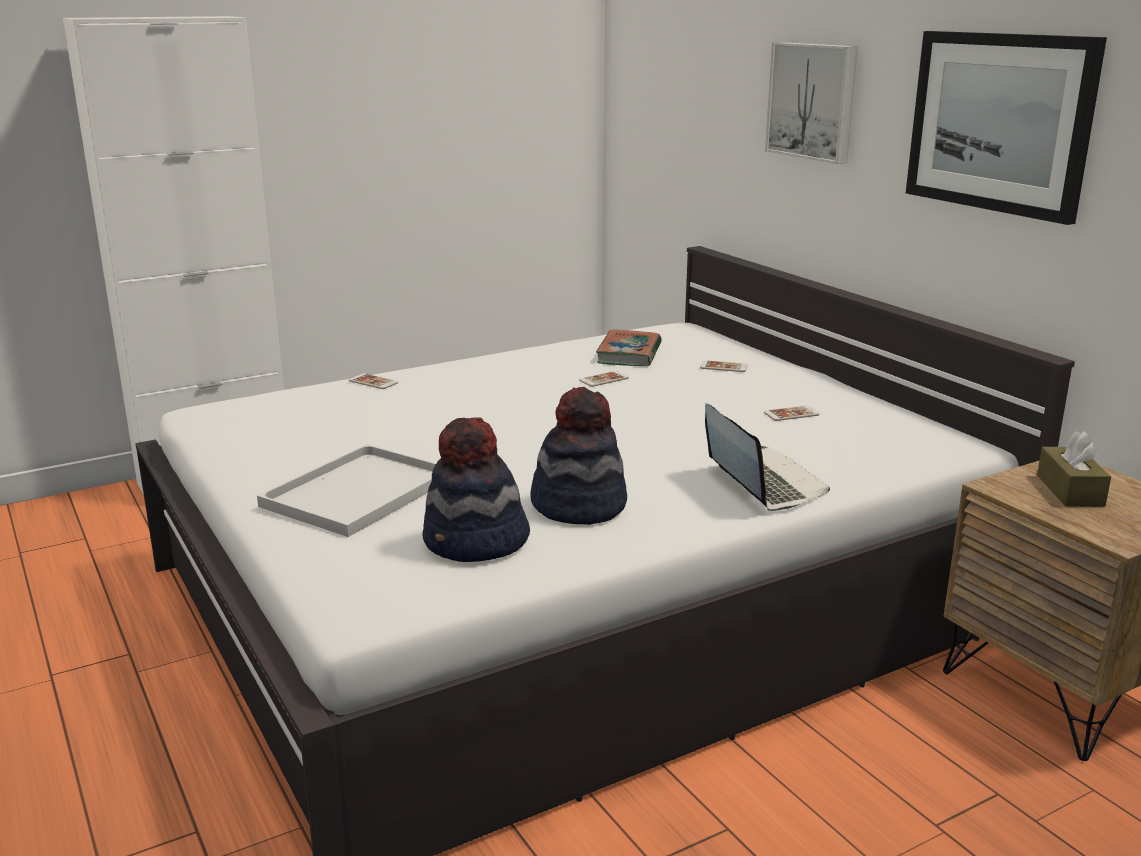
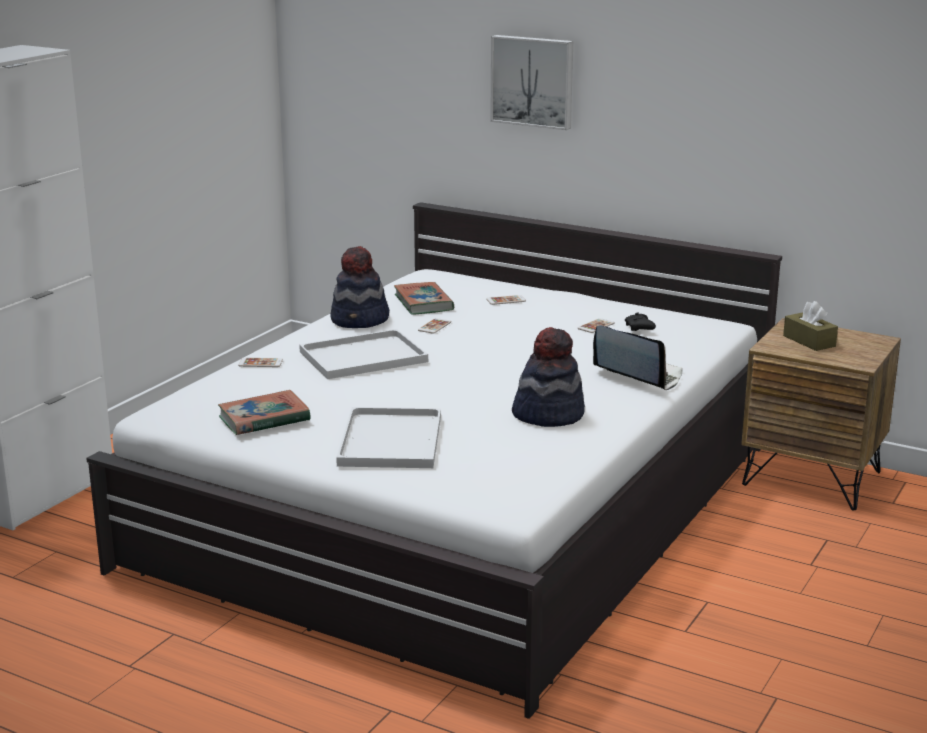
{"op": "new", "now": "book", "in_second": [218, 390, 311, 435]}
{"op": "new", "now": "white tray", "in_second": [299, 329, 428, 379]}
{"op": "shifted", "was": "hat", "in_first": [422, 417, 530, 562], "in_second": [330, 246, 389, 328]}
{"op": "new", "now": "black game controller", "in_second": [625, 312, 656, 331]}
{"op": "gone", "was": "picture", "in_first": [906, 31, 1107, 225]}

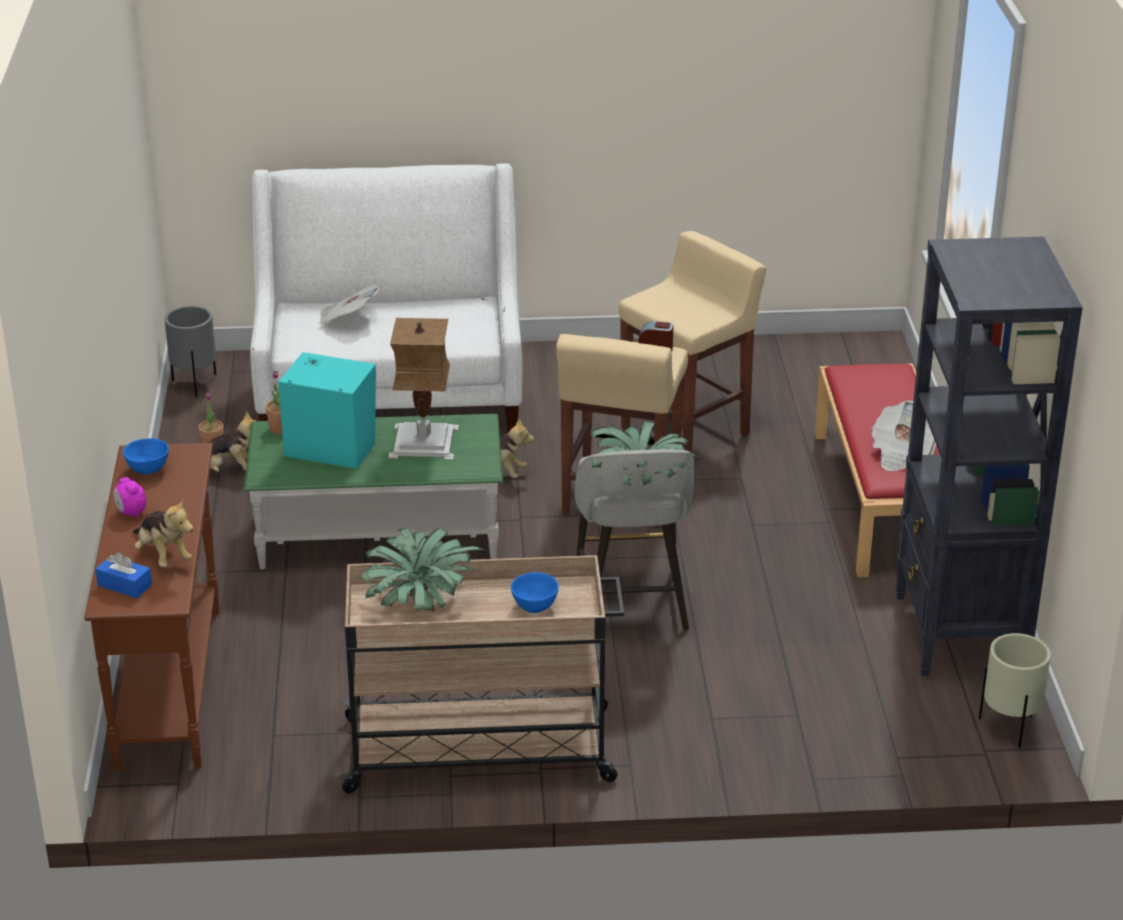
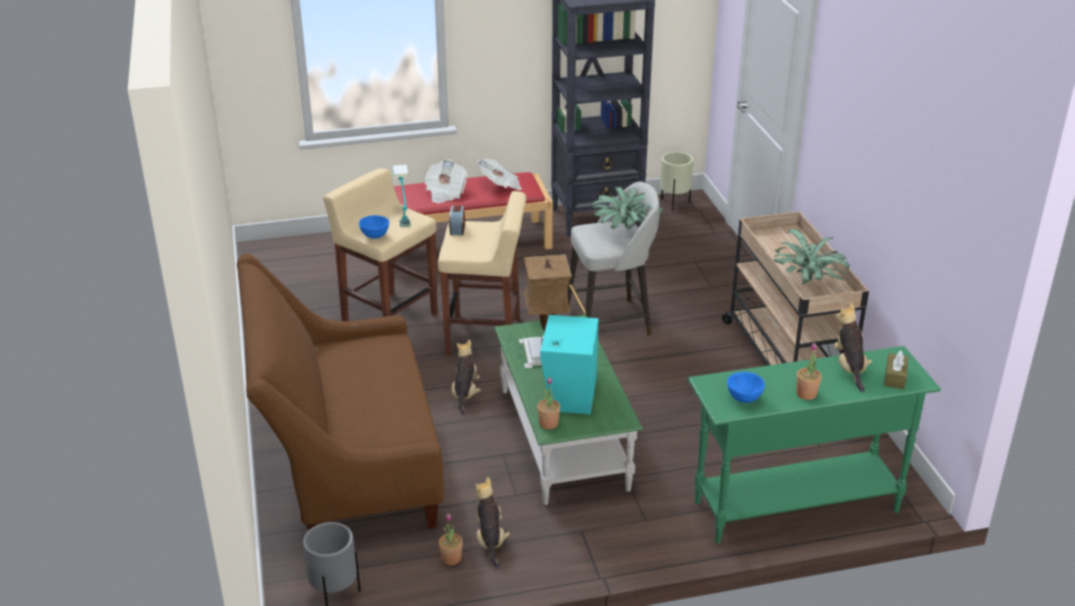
{"op": "repainted", "was": "white sofa", "now": "brown sofa", "in_first": [250, 163, 522, 433], "in_second": [237, 254, 444, 531]}
{"op": "shifted", "was": "blue bowl", "in_first": [511, 572, 559, 613], "in_second": [359, 215, 389, 239]}
{"op": "new", "now": "table lamp", "in_second": [392, 165, 411, 227]}
{"op": "shifted", "was": "newspaper", "in_first": [319, 284, 379, 324], "in_second": [424, 159, 468, 203]}
{"op": "repainted", "was": "brown console table", "now": "green console table", "in_first": [84, 443, 219, 771], "in_second": [688, 346, 941, 544]}
{"op": "swapped", "was": "alarm clock", "now": "potted plant", "in_first": [113, 477, 146, 518], "in_second": [796, 343, 822, 400]}
{"op": "rotated", "was": "plush toy", "in_first": [133, 498, 193, 567], "in_second": [834, 303, 872, 392], "clockwise": -45}
{"op": "repainted", "was": "blue tissue box", "now": "brown tissue box", "in_first": [95, 552, 152, 598], "in_second": [884, 350, 908, 389]}

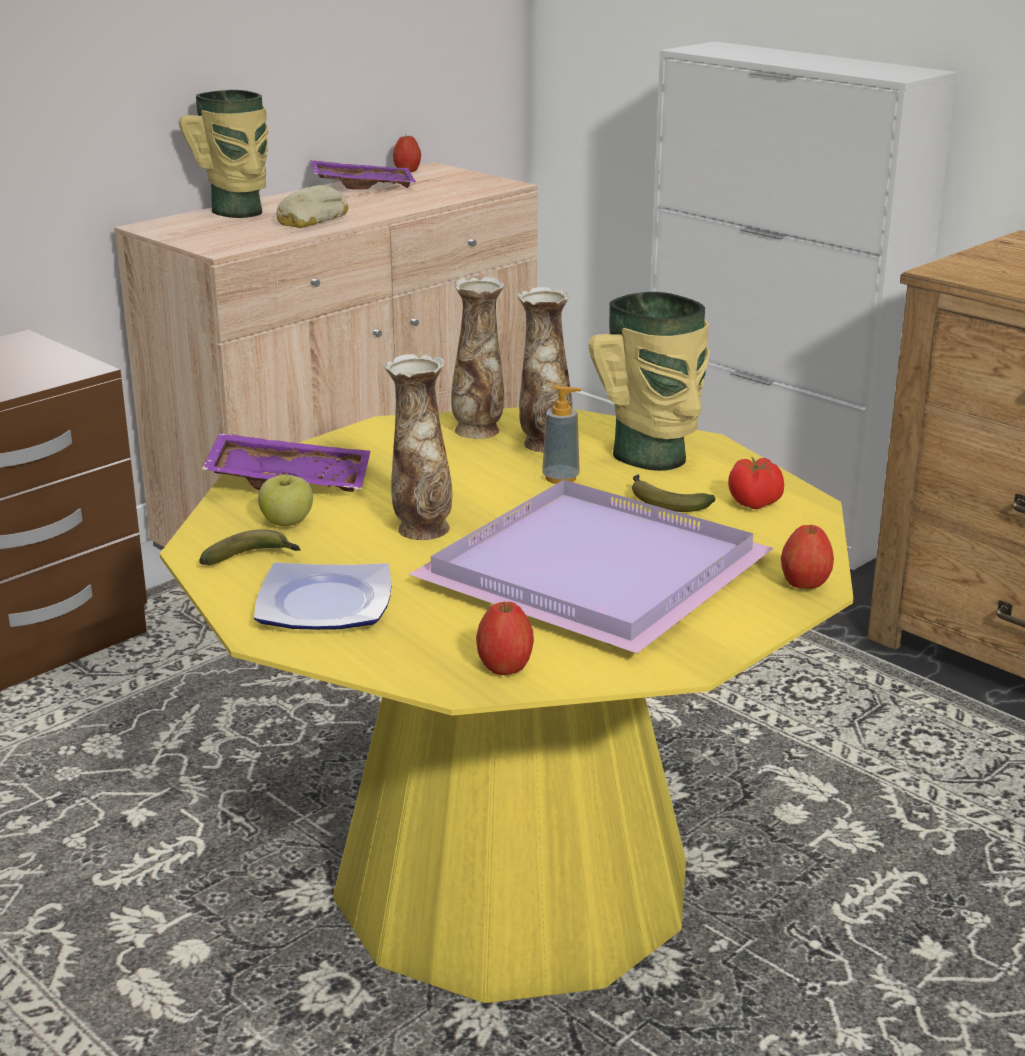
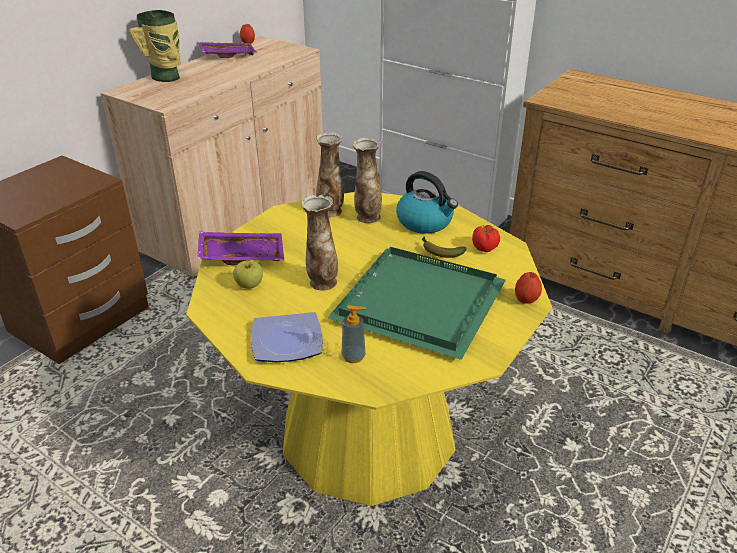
{"op": "repainted", "was": "purple tray", "now": "green tray", "in_first": [408, 480, 773, 653], "in_second": [327, 247, 506, 360]}
{"op": "shifted", "was": "soap dispenser", "in_first": [542, 385, 582, 484], "in_second": [342, 305, 366, 363]}
{"op": "swapped", "was": "vase", "now": "kettle", "in_first": [588, 292, 710, 471], "in_second": [396, 171, 458, 234]}
{"op": "gone", "was": "banana", "in_first": [199, 529, 301, 565]}
{"op": "gone", "was": "bread", "in_first": [276, 185, 348, 228]}
{"op": "gone", "was": "apple", "in_first": [476, 602, 534, 675]}

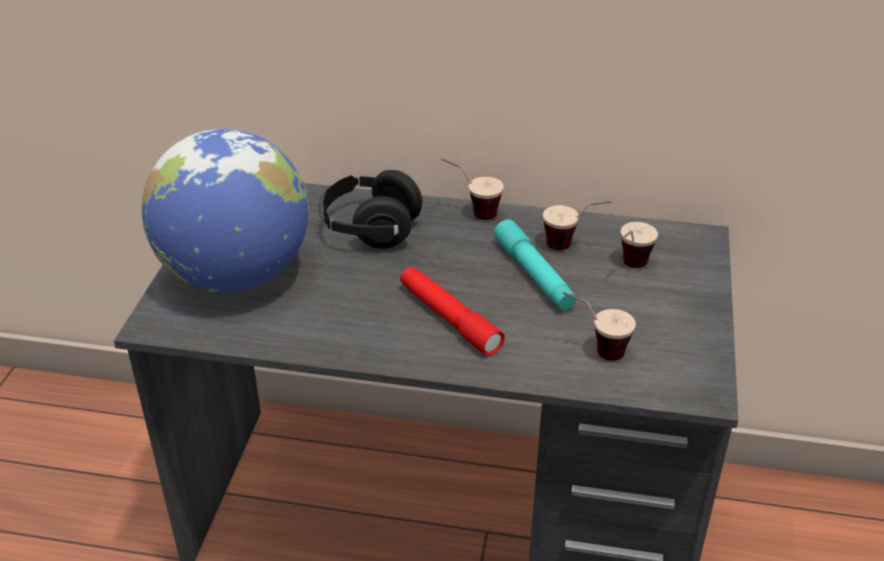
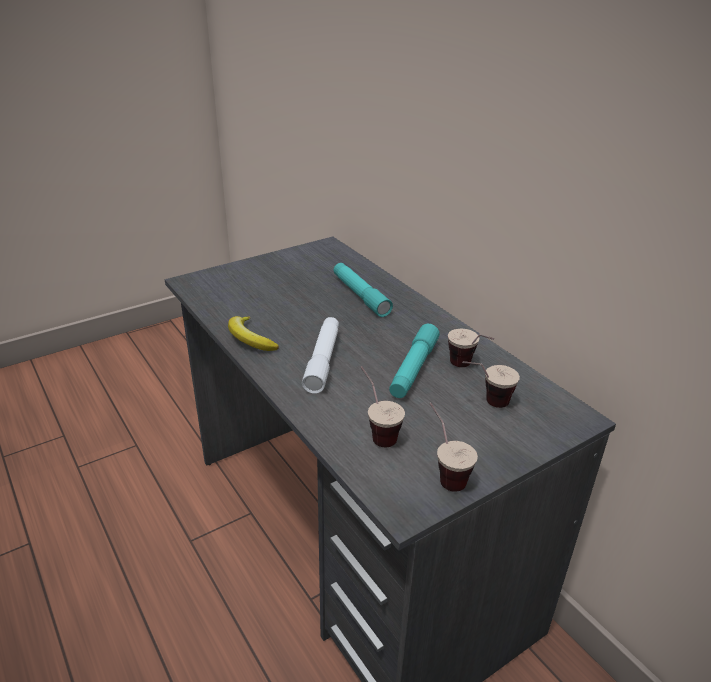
{"op": "new", "now": "banana", "in_second": [228, 316, 279, 351]}
{"op": "repainted", "was": "red flashlight", "now": "white flashlight", "in_first": [400, 267, 505, 356], "in_second": [302, 317, 339, 394]}
{"op": "swapped", "was": "black headphones", "now": "turquoise flashlight", "in_first": [319, 170, 423, 249], "in_second": [334, 263, 393, 317]}
{"op": "shifted", "was": "cup", "in_first": [442, 158, 503, 220], "in_second": [429, 402, 478, 492]}
{"op": "gone", "was": "globe", "in_first": [141, 129, 309, 292]}

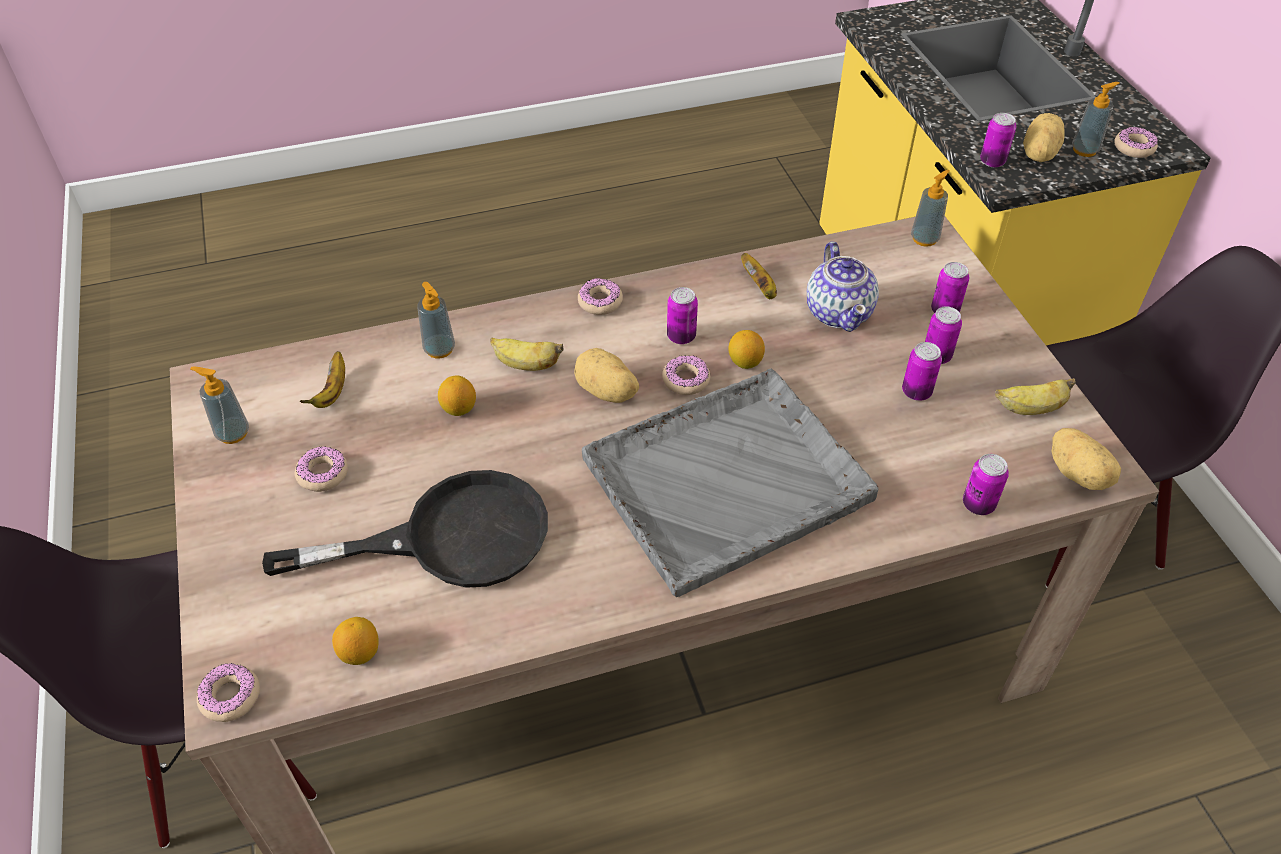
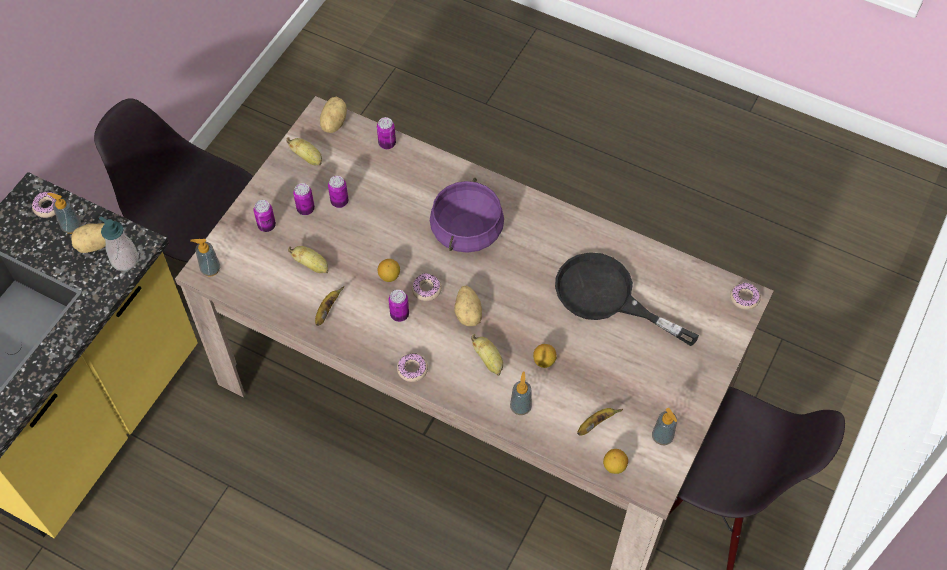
{"op": "swapped", "was": "can", "now": "soap dispenser", "in_first": [980, 113, 1016, 167], "in_second": [99, 216, 139, 271]}
{"op": "swapped", "was": "teapot", "now": "banana", "in_first": [807, 241, 879, 332], "in_second": [288, 246, 328, 273]}
{"op": "swapped", "was": "grey tray", "now": "purple cooking pot", "in_first": [582, 368, 878, 597], "in_second": [430, 178, 504, 253]}
{"op": "shifted", "was": "lemon", "in_first": [332, 617, 379, 665], "in_second": [603, 449, 628, 474]}
{"op": "gone", "was": "donut", "in_first": [295, 446, 348, 492]}

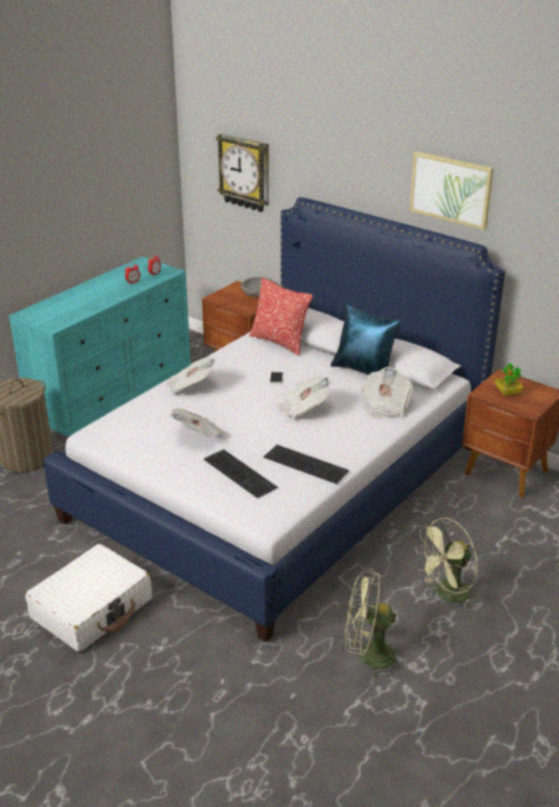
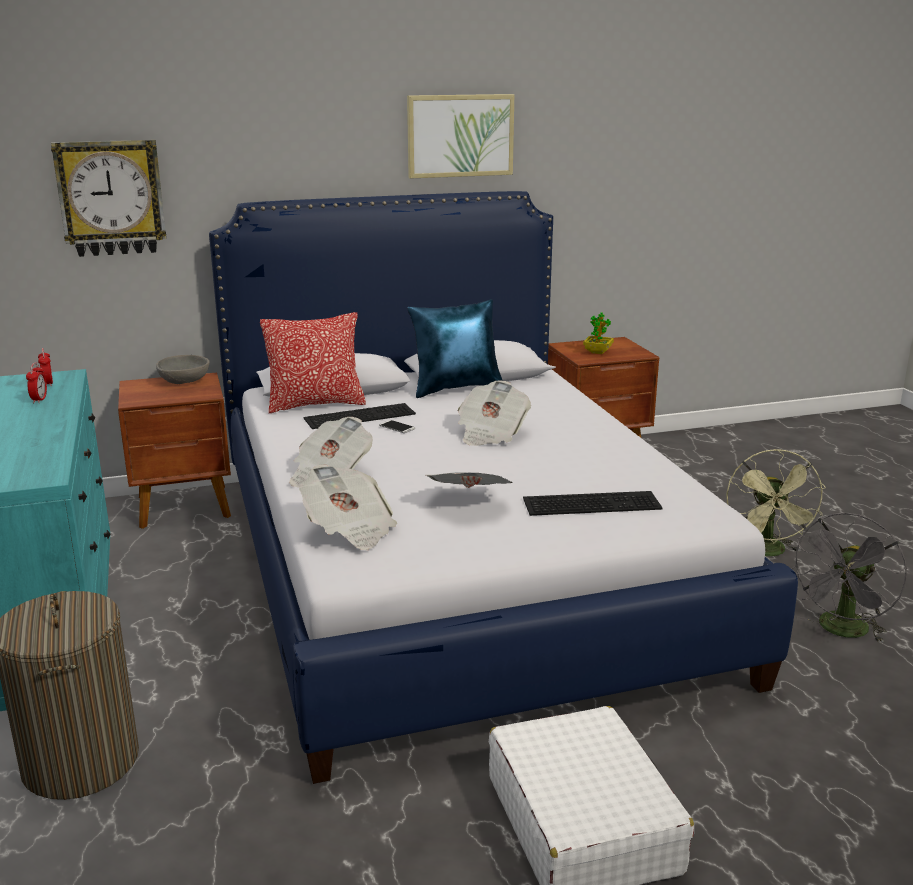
{"op": "shifted", "was": "newspaper", "in_first": [362, 367, 413, 419], "in_second": [299, 464, 397, 550]}
{"op": "shifted", "was": "keyboard", "in_first": [264, 445, 349, 484], "in_second": [304, 403, 416, 429]}
{"op": "repainted", "was": "green fan", "now": "grey fan", "in_first": [345, 571, 407, 679], "in_second": [791, 513, 907, 643]}

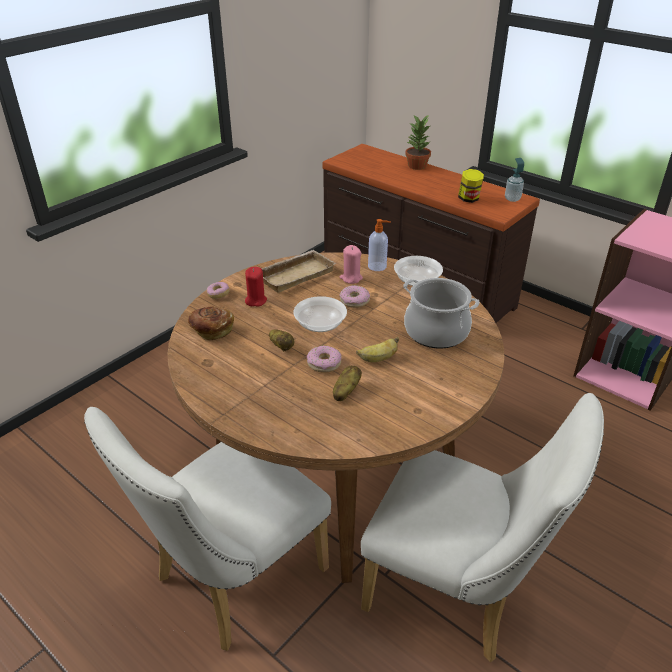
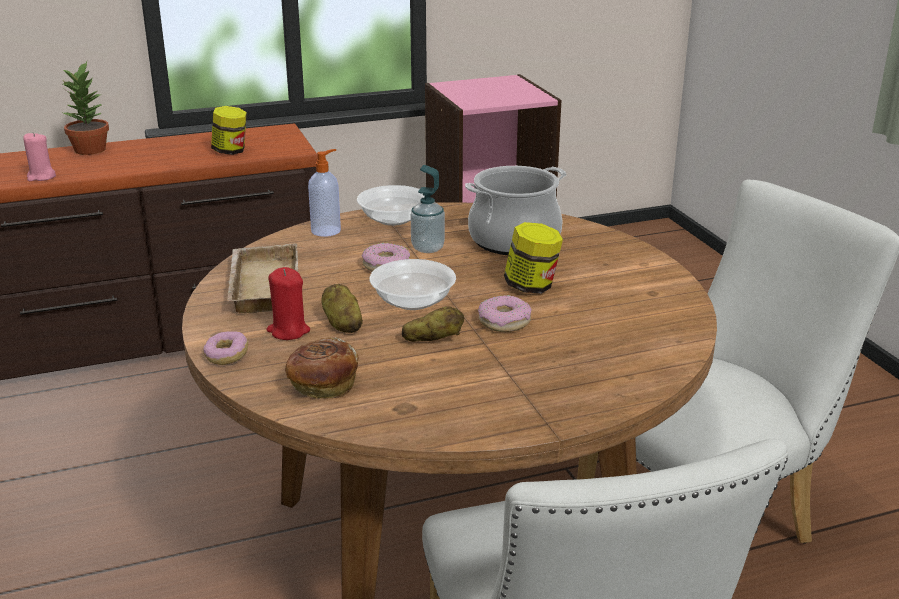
{"op": "shifted", "was": "pink candle", "in_first": [340, 245, 363, 284], "in_second": [23, 132, 56, 181]}
{"op": "shifted", "was": "potato", "in_first": [333, 366, 362, 401], "in_second": [321, 284, 363, 333]}
{"op": "shifted", "was": "soap dispenser", "in_first": [505, 158, 524, 202], "in_second": [411, 165, 445, 253]}
{"op": "swapped", "was": "banana", "now": "jar", "in_first": [356, 337, 399, 362], "in_second": [504, 222, 563, 294]}

